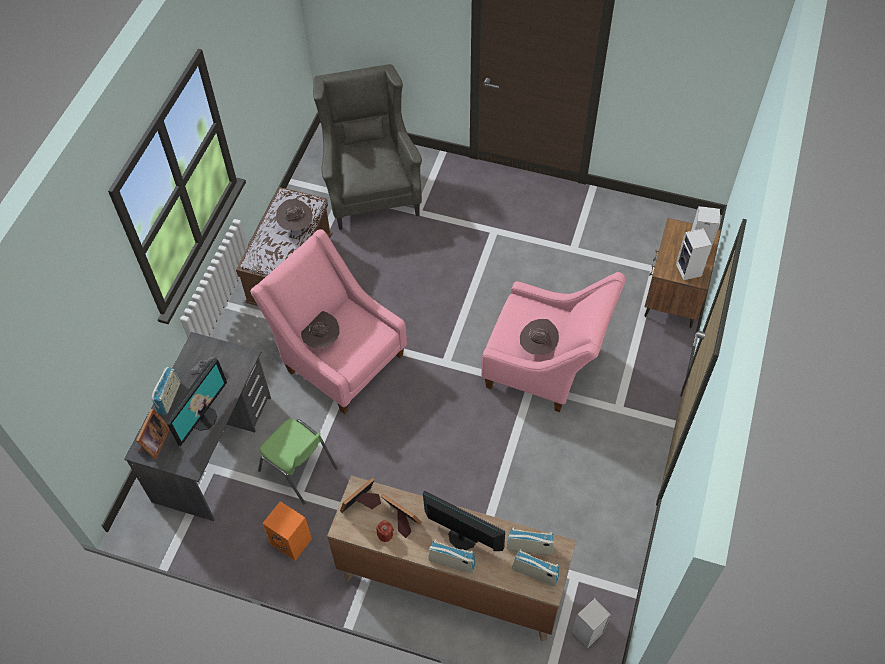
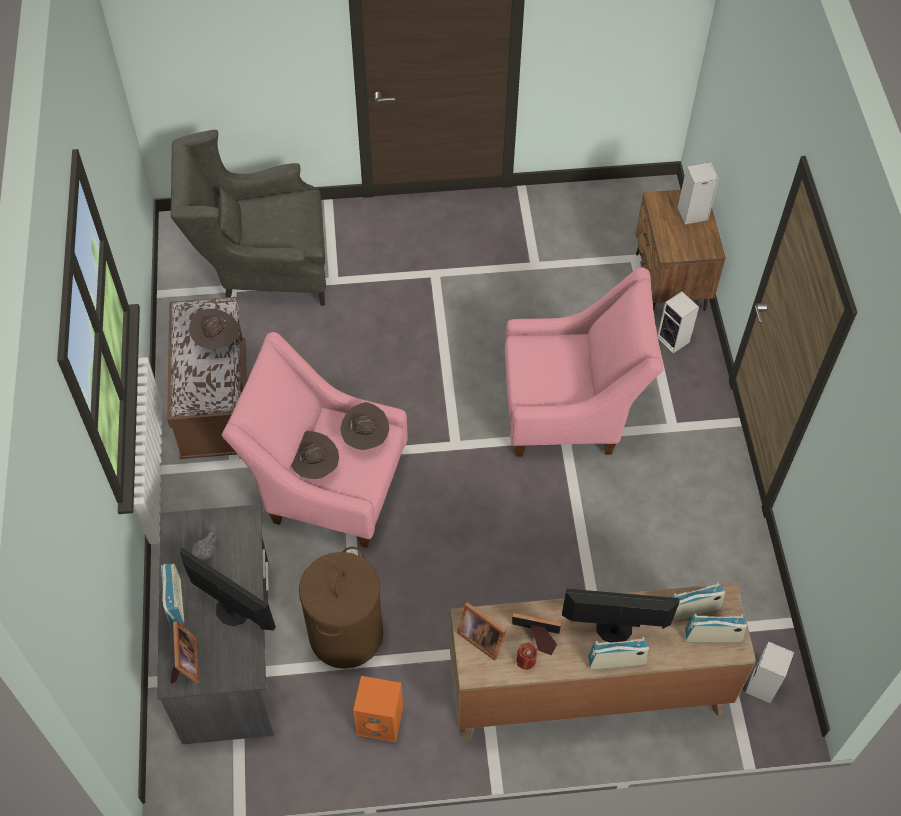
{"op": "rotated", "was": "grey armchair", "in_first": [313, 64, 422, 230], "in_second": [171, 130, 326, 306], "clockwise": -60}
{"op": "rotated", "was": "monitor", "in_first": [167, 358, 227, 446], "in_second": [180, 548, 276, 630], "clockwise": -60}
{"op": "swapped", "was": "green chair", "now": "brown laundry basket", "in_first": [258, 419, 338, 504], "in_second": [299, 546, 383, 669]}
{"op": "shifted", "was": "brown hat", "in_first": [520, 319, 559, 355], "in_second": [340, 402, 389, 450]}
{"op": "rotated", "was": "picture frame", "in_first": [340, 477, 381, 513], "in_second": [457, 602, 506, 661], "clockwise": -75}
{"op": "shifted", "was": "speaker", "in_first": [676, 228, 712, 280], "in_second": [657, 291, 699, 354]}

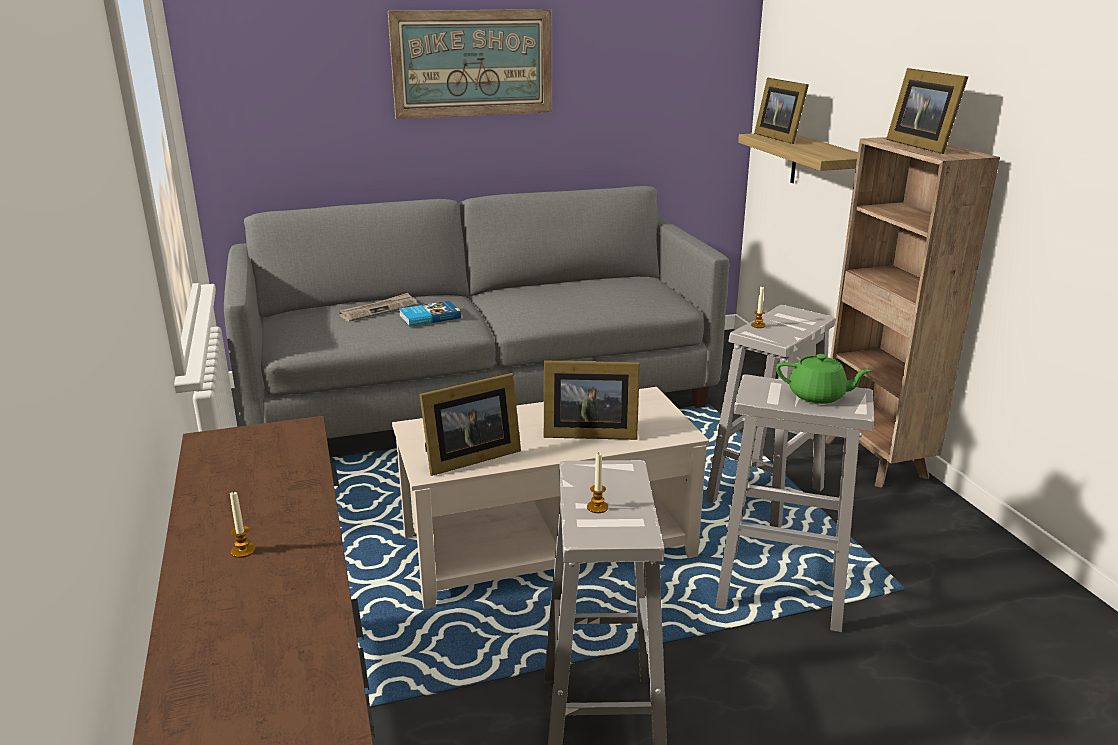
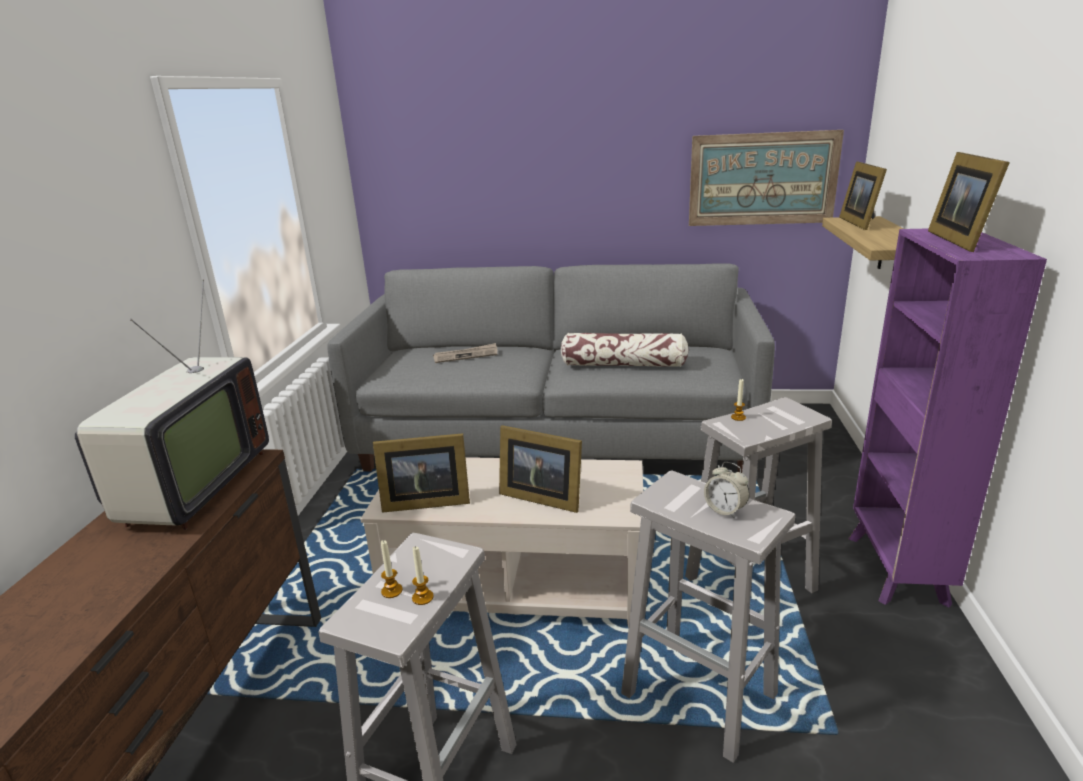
{"op": "new", "now": "television", "in_second": [75, 279, 269, 530]}
{"op": "shifted", "was": "candle", "in_first": [230, 492, 256, 558], "in_second": [412, 546, 434, 605]}
{"op": "new", "now": "pillow", "in_second": [561, 333, 689, 367]}
{"op": "shifted", "was": "picture", "in_first": [388, 9, 552, 119], "in_second": [689, 130, 844, 226]}
{"op": "swapped", "was": "green teapot", "now": "alarm clock", "in_first": [776, 354, 872, 404], "in_second": [704, 462, 750, 519]}
{"op": "repainted", "was": "brown bookcase", "now": "purple bookcase", "in_first": [825, 137, 1000, 488], "in_second": [848, 228, 1047, 607]}
{"op": "gone", "was": "book", "in_first": [399, 301, 461, 327]}

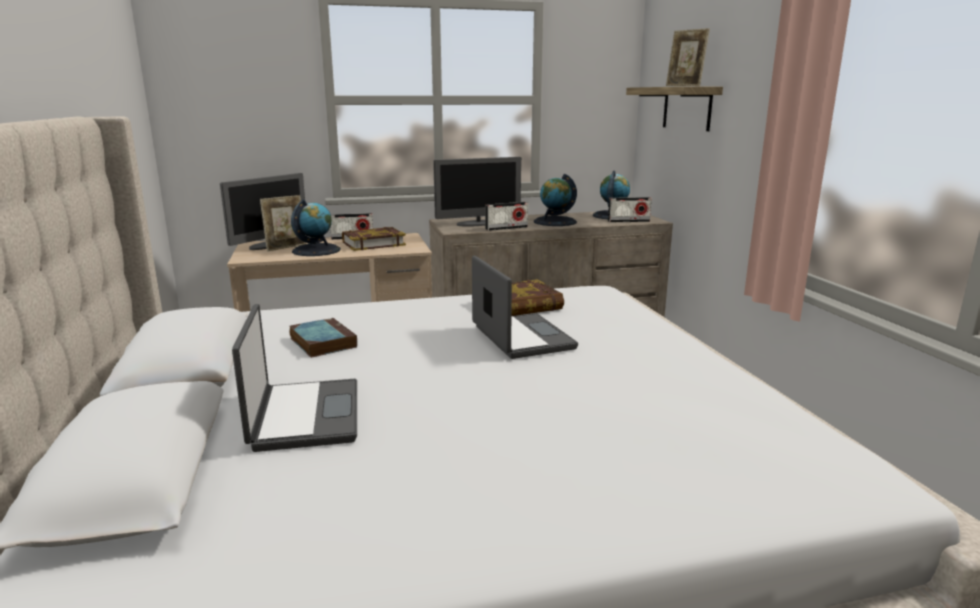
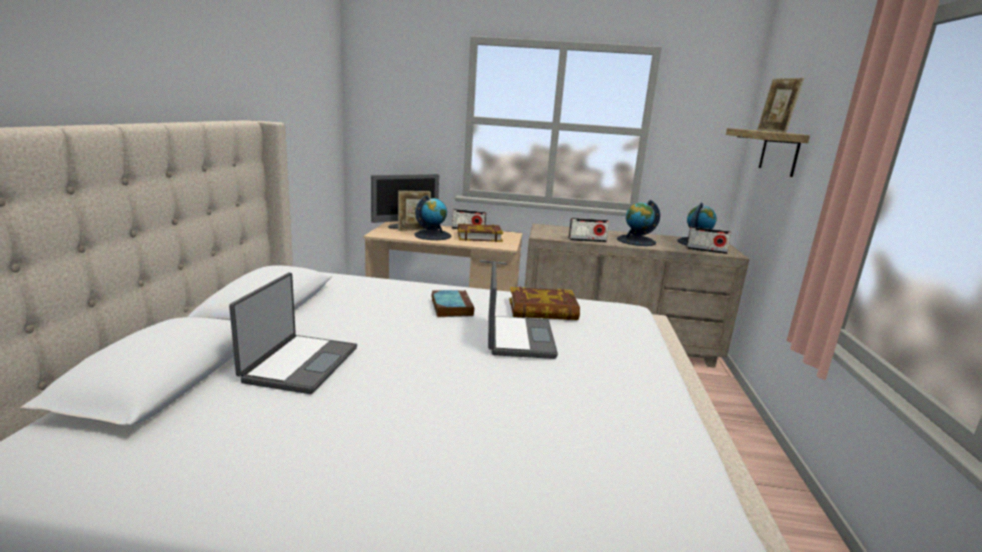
{"op": "shifted", "was": "book", "in_first": [289, 318, 357, 358], "in_second": [431, 290, 474, 317]}
{"op": "gone", "was": "monitor", "in_first": [433, 157, 521, 227]}

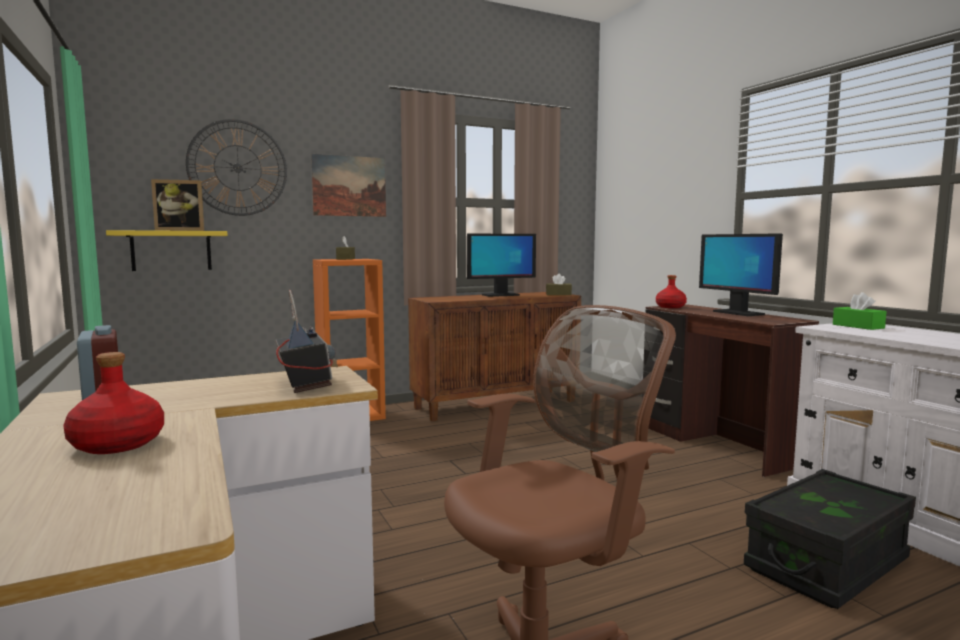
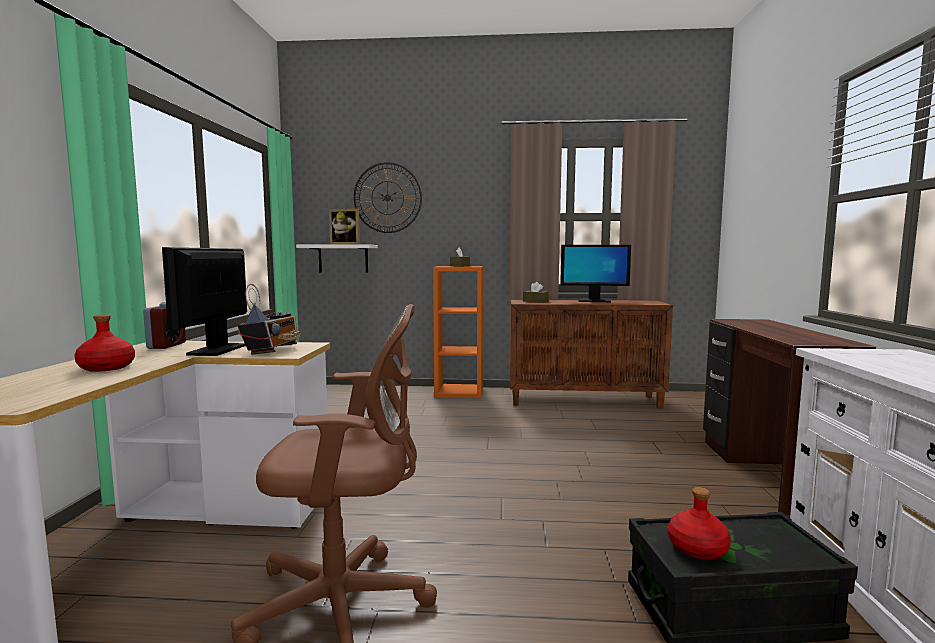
{"op": "shifted", "was": "monitor", "in_first": [699, 233, 783, 316], "in_second": [162, 247, 247, 356]}
{"op": "repainted", "was": "yellow shelf", "now": "white shelf", "in_first": [106, 230, 228, 271], "in_second": [296, 244, 378, 273]}
{"op": "shifted", "was": "brown tissue box", "in_first": [546, 274, 572, 295], "in_second": [523, 282, 549, 303]}
{"op": "shifted", "was": "red bottle", "in_first": [656, 275, 687, 308], "in_second": [668, 487, 731, 560]}
{"op": "gone", "was": "picture", "in_first": [311, 154, 386, 217]}
{"op": "gone", "was": "green tissue box", "in_first": [833, 292, 887, 330]}

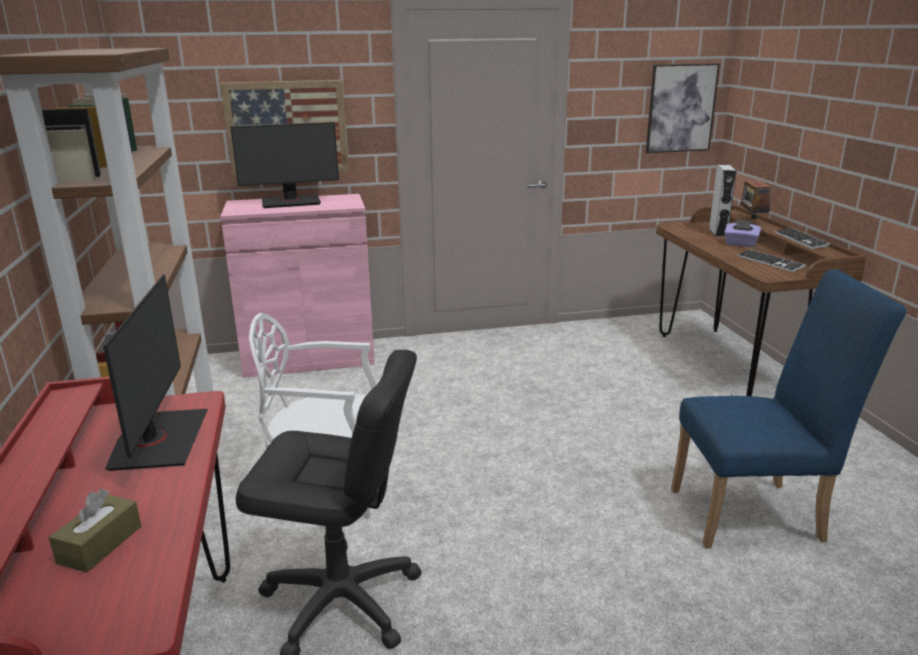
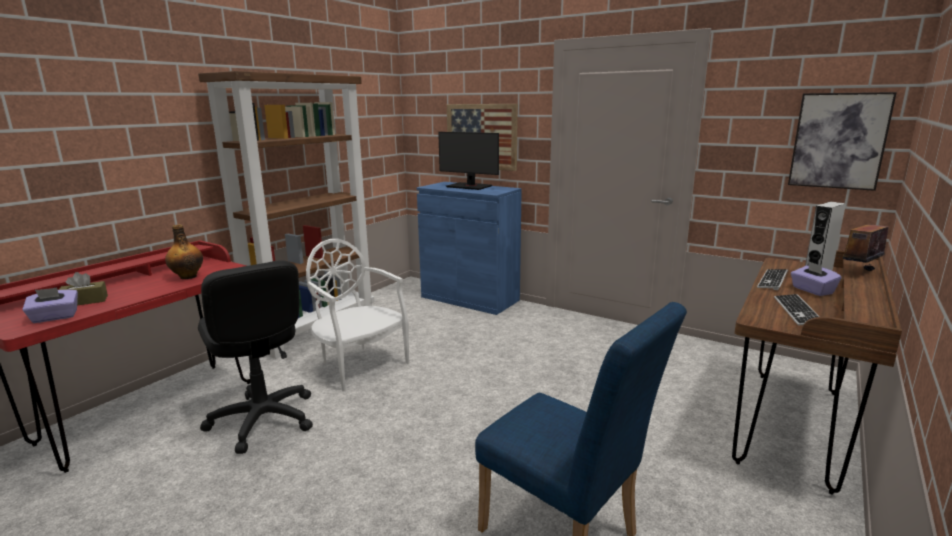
{"op": "new", "now": "purple tissue box", "in_second": [22, 287, 78, 323]}
{"op": "swapped", "was": "monitor", "now": "bottle", "in_first": [103, 275, 208, 471], "in_second": [165, 224, 203, 279]}
{"op": "repainted", "was": "pink cabinet", "now": "blue cabinet", "in_first": [220, 194, 375, 378], "in_second": [417, 182, 522, 315]}
{"op": "shifted", "was": "keyboard", "in_first": [775, 228, 830, 249], "in_second": [757, 269, 788, 290]}

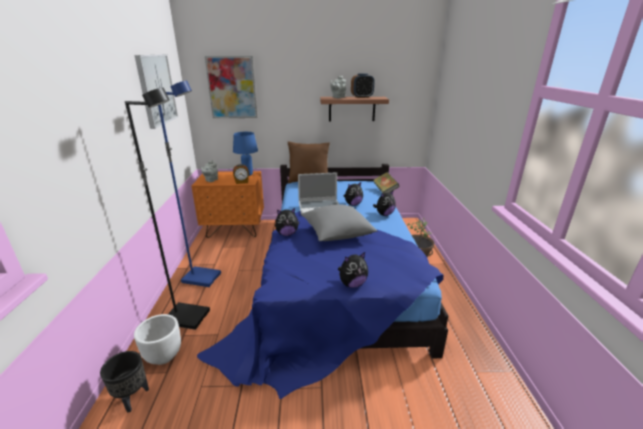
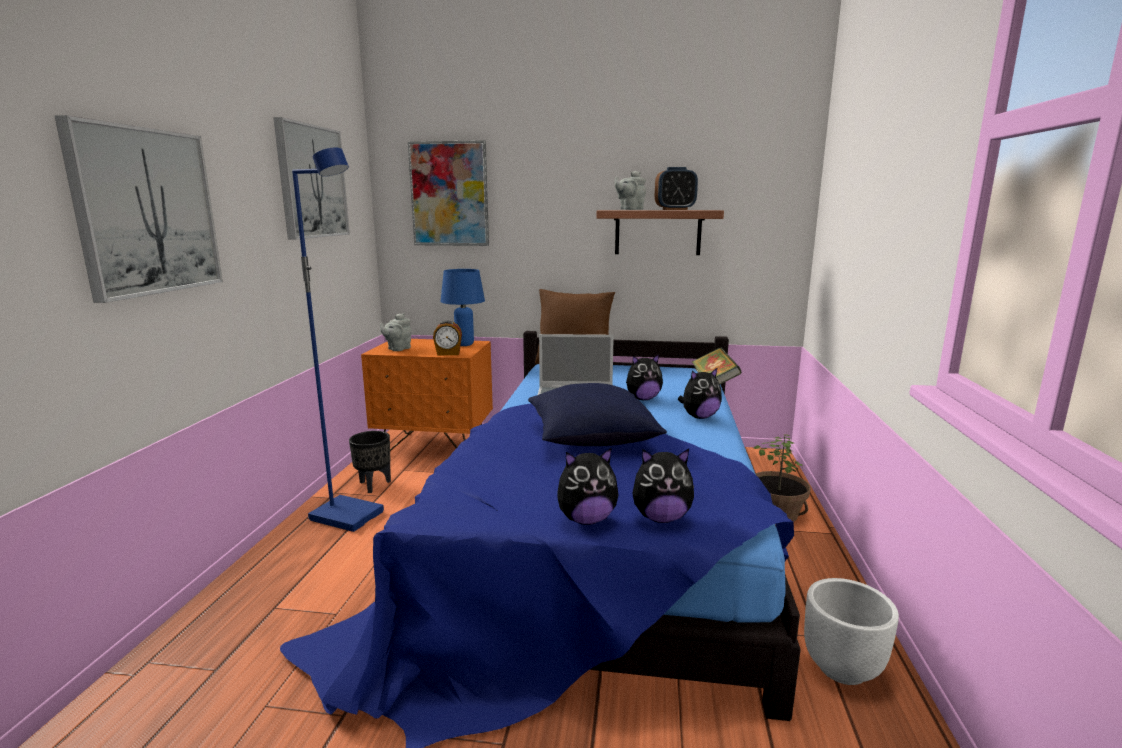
{"op": "new", "now": "picture", "in_second": [55, 115, 223, 303]}
{"op": "shifted", "was": "black planter", "in_first": [100, 351, 149, 413], "in_second": [349, 431, 391, 493]}
{"op": "repainted", "was": "grey pillow", "now": "blue pillow", "in_first": [301, 204, 377, 241], "in_second": [528, 383, 667, 446]}
{"op": "shifted", "was": "plush toy", "in_first": [275, 208, 299, 236], "in_second": [632, 449, 694, 523]}
{"op": "shifted", "was": "white planter", "in_first": [134, 314, 181, 365], "in_second": [804, 578, 899, 685]}
{"op": "gone", "was": "black floor lamp", "in_first": [125, 88, 210, 330]}

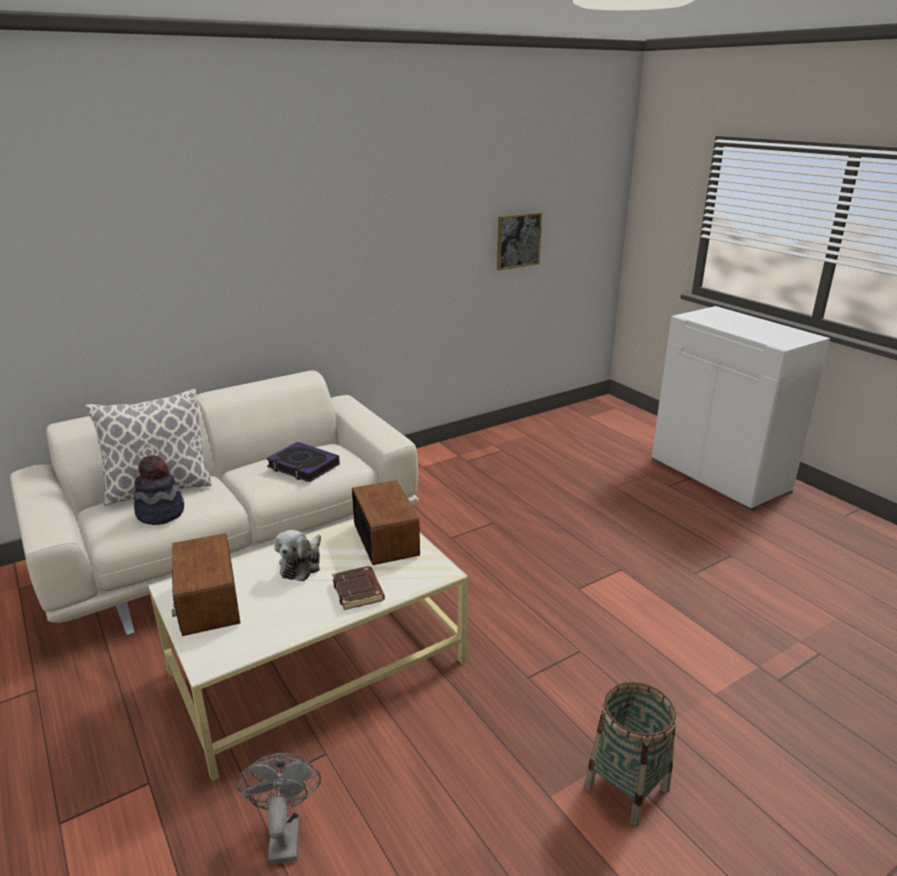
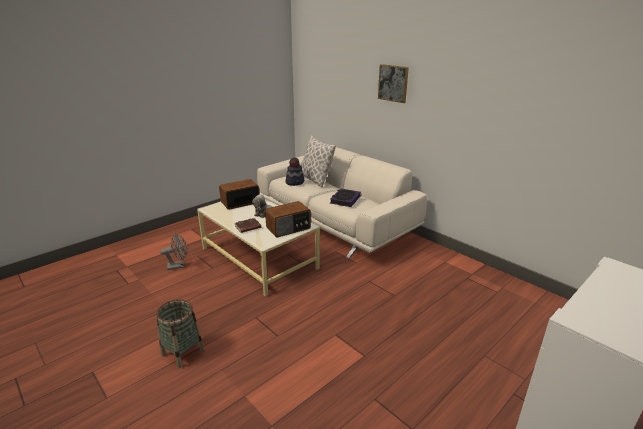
{"op": "shifted", "was": "picture", "in_first": [497, 212, 542, 270], "in_second": [378, 64, 409, 103]}

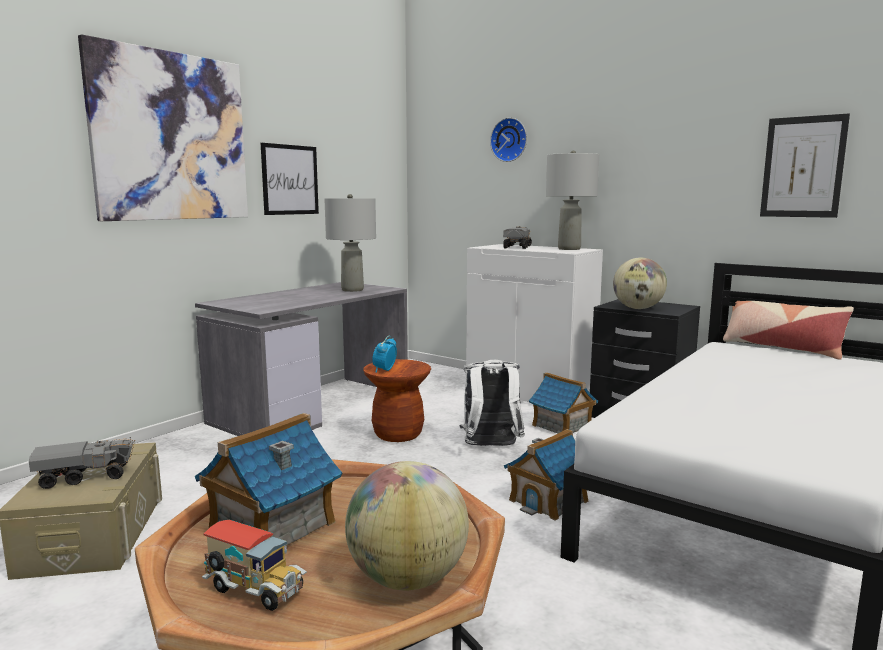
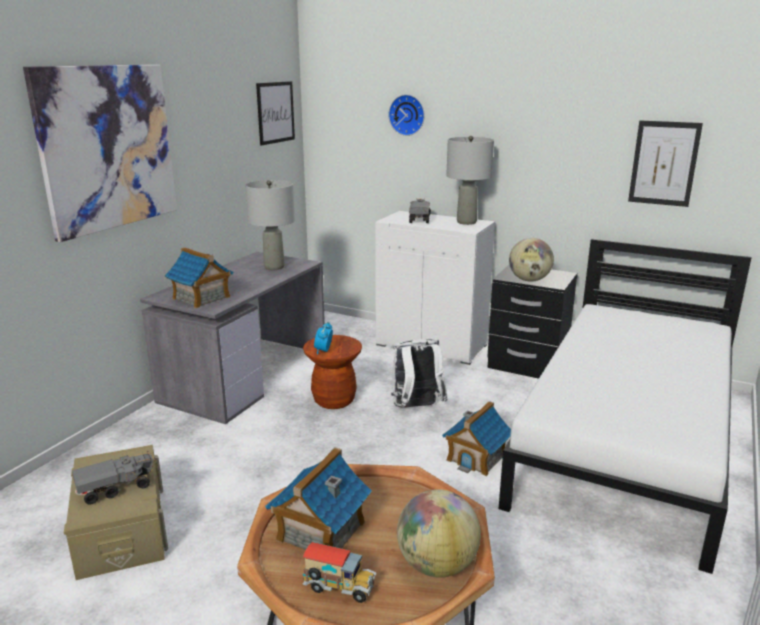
{"op": "shifted", "was": "toy house", "in_first": [529, 373, 598, 433], "in_second": [165, 248, 233, 308]}
{"op": "shifted", "was": "picture", "in_first": [261, 143, 319, 215], "in_second": [256, 81, 295, 145]}
{"op": "gone", "was": "pillow", "in_first": [723, 301, 854, 360]}

